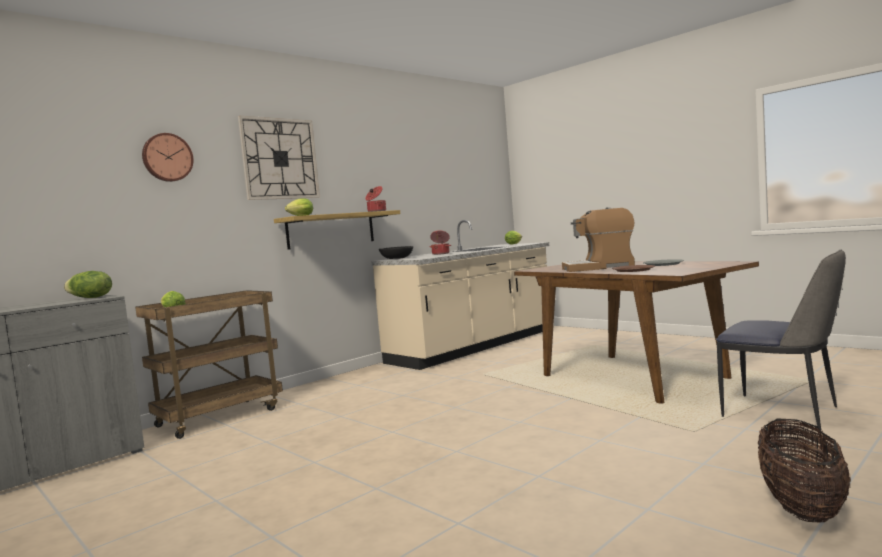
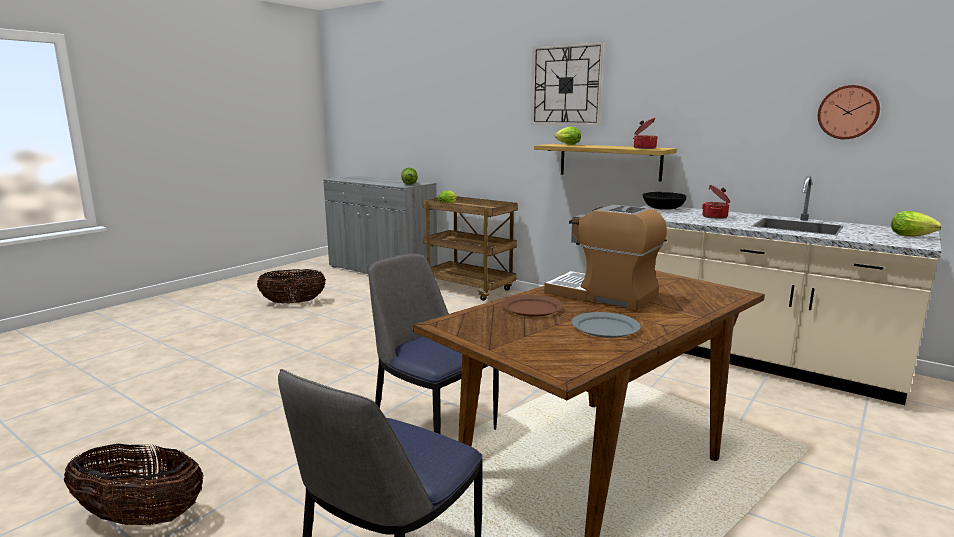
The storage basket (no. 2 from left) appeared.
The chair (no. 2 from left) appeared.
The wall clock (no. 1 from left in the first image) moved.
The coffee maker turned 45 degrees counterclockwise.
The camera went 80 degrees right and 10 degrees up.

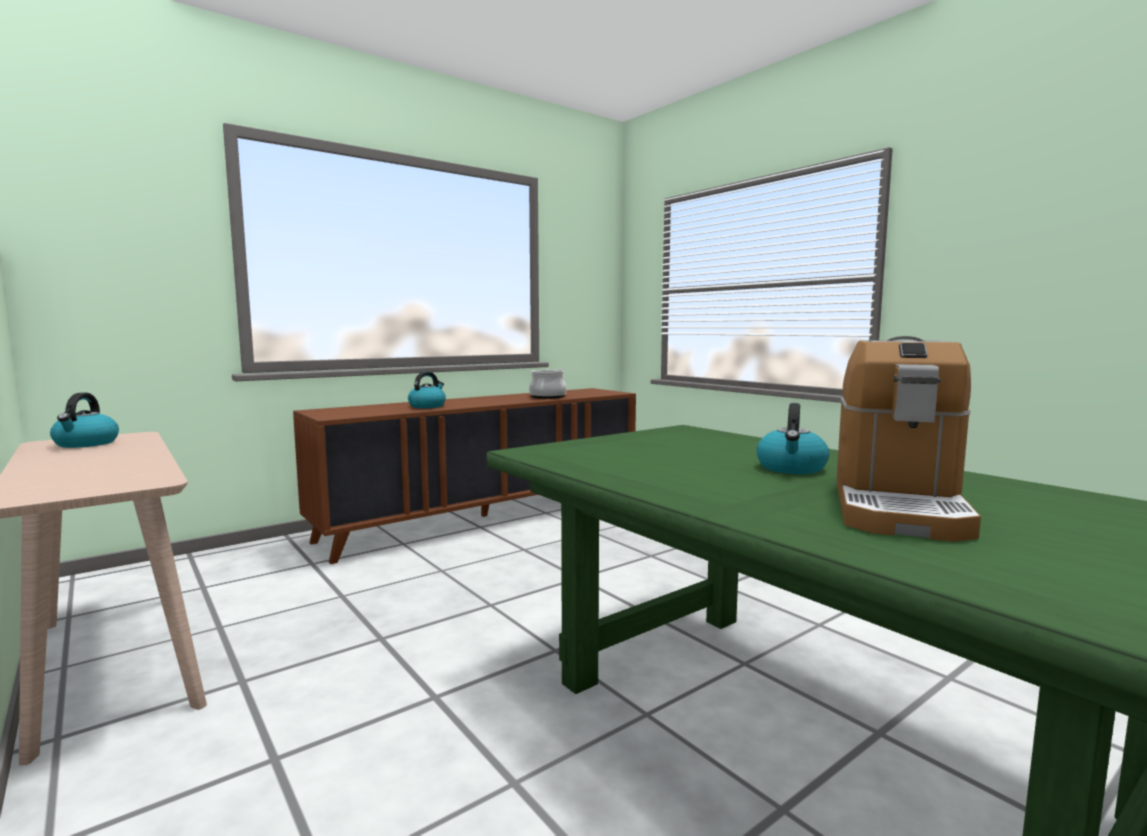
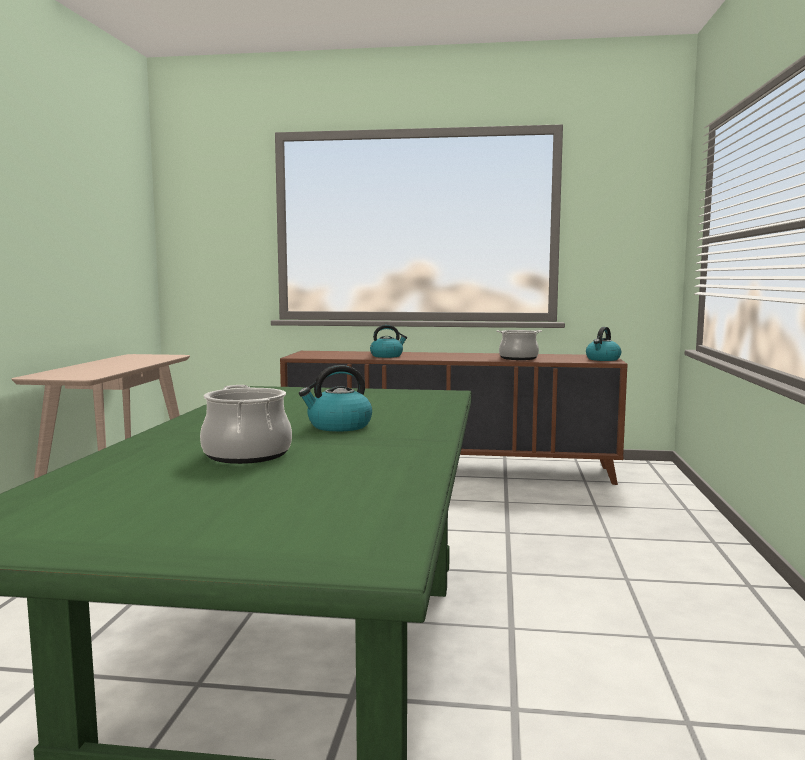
The water kettle (no. 1 from left in the first image) moved.
The coffee maker was replaced by the cooking pot (no. 1 from left).
The camera went 45 degrees right and 0 degrees up.

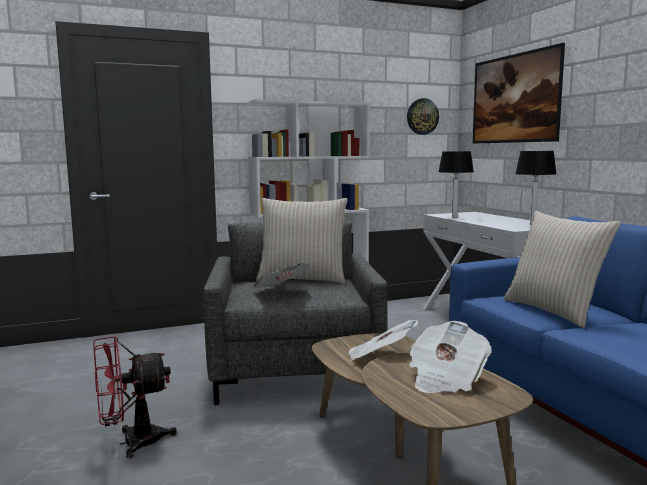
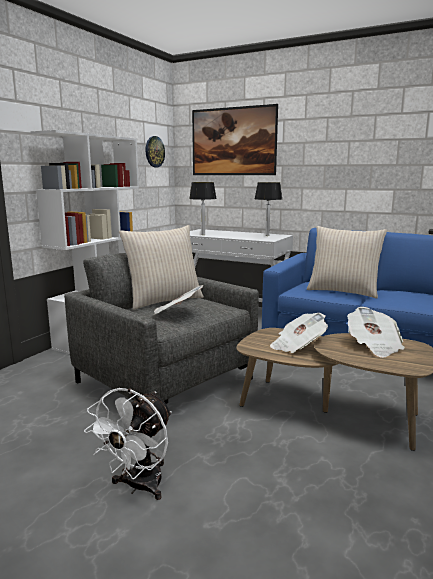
The red-coloured cooling fan became the whitish cooling fan.
The camera went 40 degrees left and 5 degrees up.

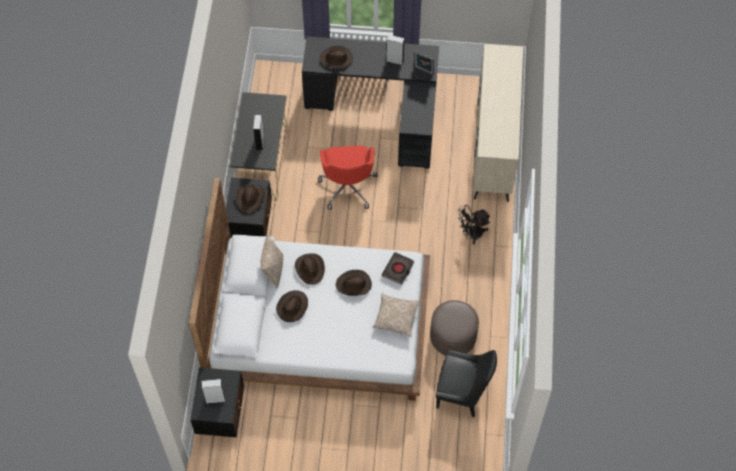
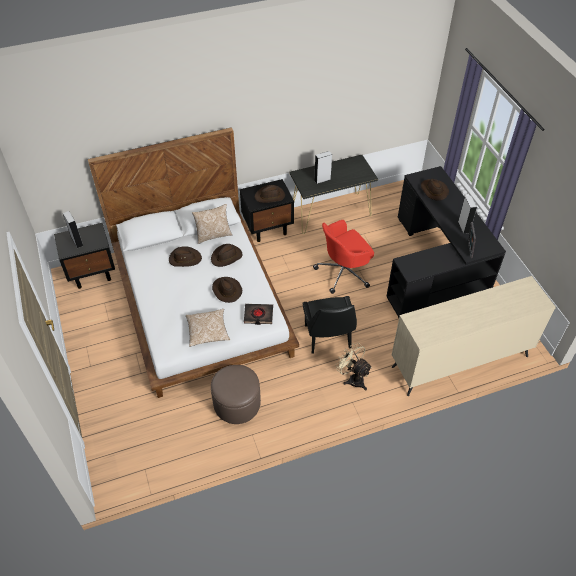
The blackish chair moved.
The blackish cooling fan became the sand-coloured cooling fan.
The camera went 65 degrees right and 10 degrees down.

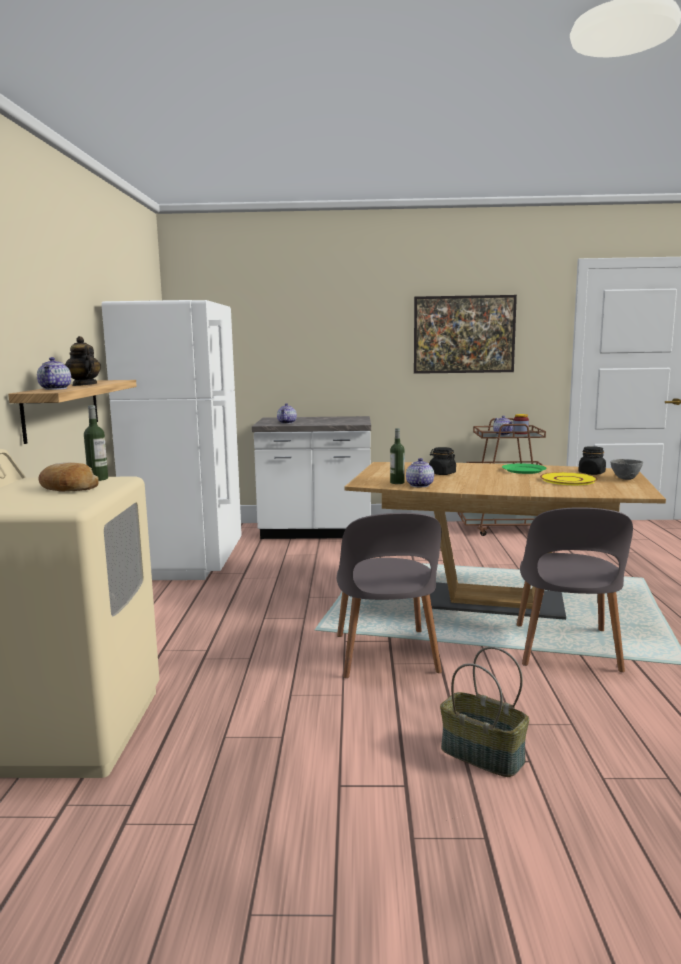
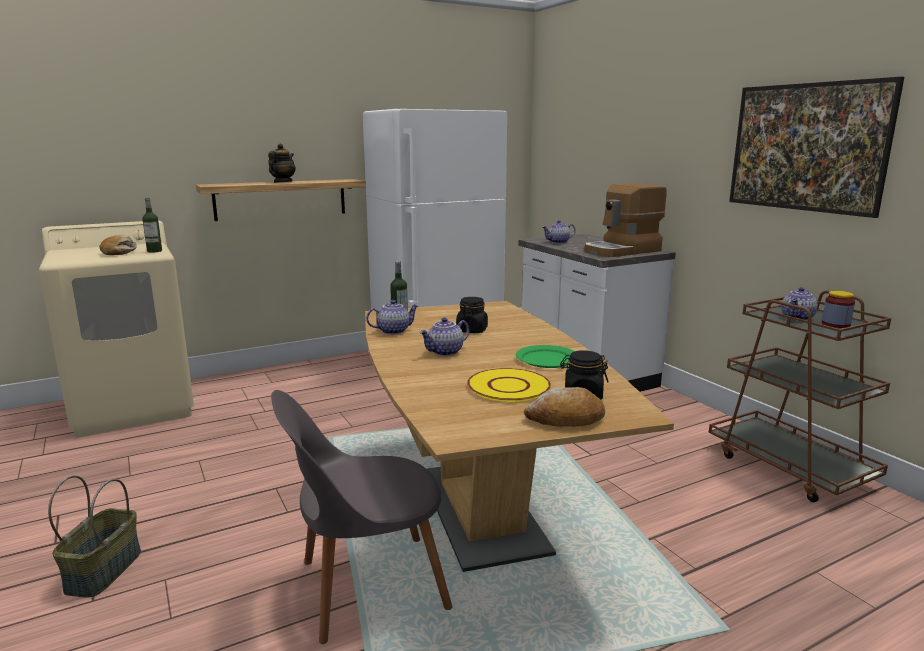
The grey chair (no. 1 from left) disappeared.
The coffee maker appeared.
The teapot (no. 1 from left in the first image) moved.
The grey serving bowl was replaced by the bakery bread (no. 2 from left).
The camera went 60 degrees right and 5 degrees up.

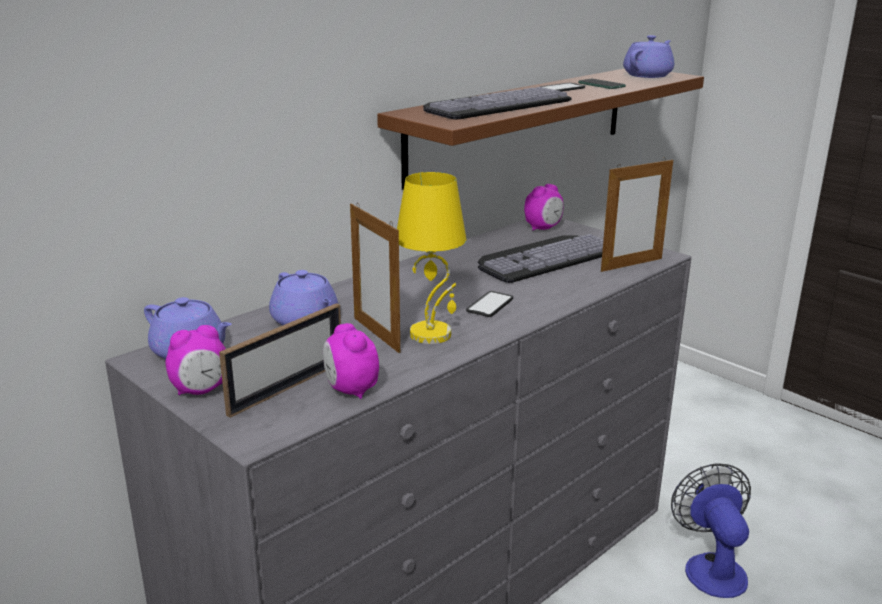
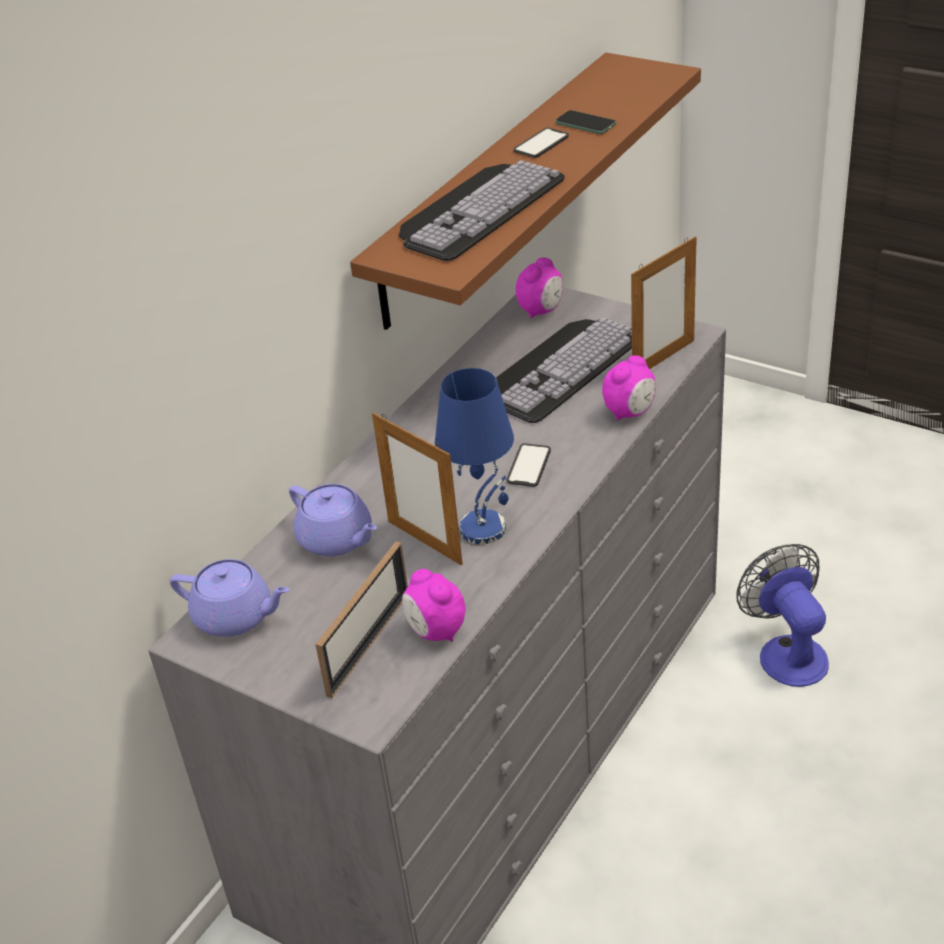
The purple teapot (no. 3 from left) disappeared.
The table clock (no. 1 from left in the first image) moved.
The yellowish lamp for a table became the blue lamp for a table.
The camera went 10 degrees left and 15 degrees up.

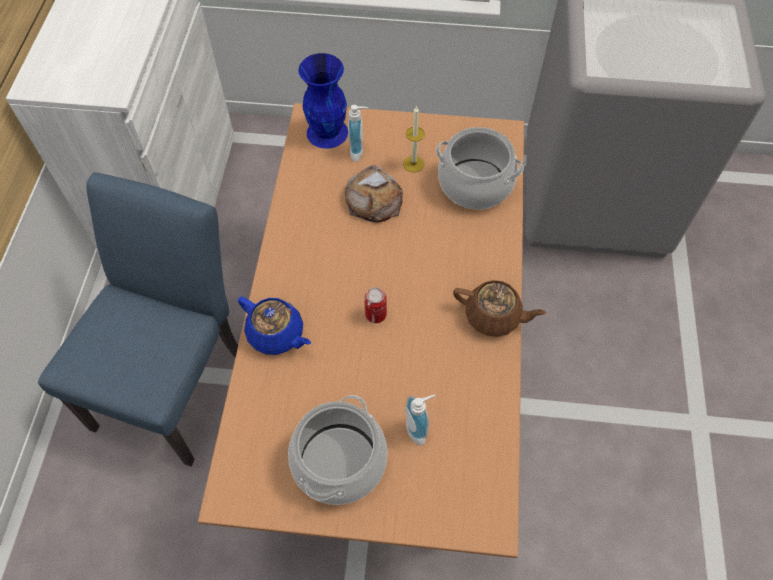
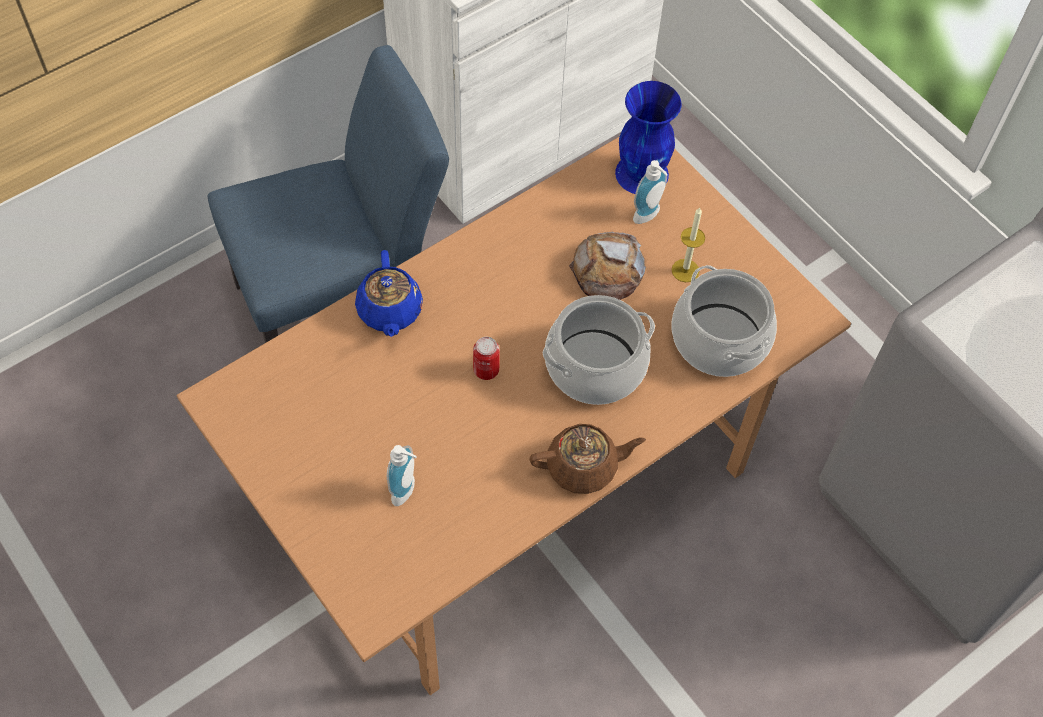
The cooking pot (no. 1 from left) moved.
The brownish teapot turned 75 degrees counterclockwise.
The camera went 45 degrees right and 0 degrees up.

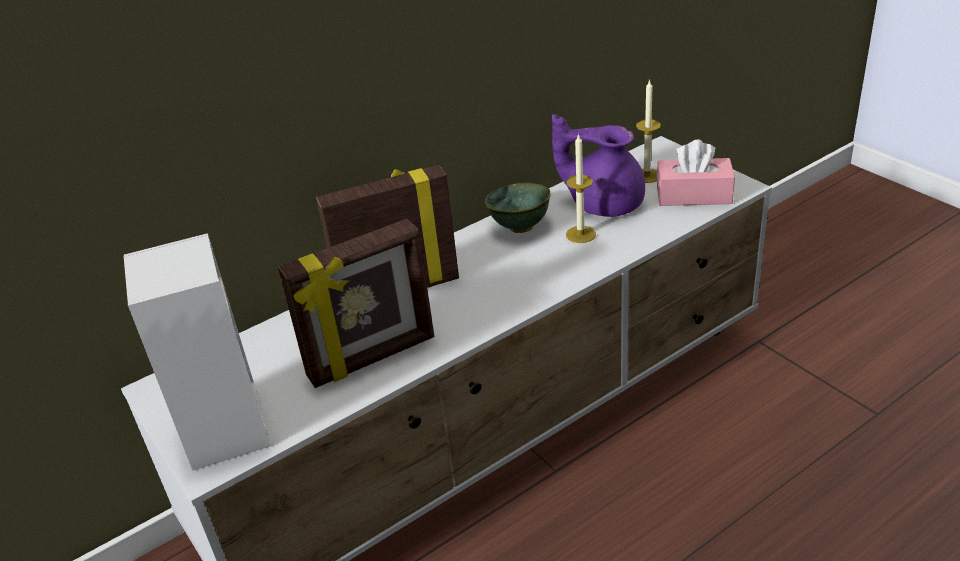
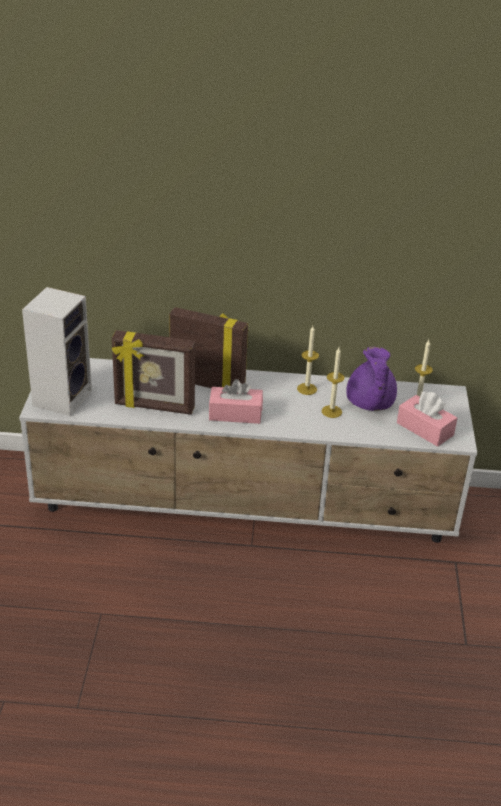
The pink box of tissues (no. 1 from left) appeared.
The green-coloured serving bowl was replaced by the wax light (no. 1 from left).
The purple teapot turned 150 degrees counterclockwise.
The camera went 35 degrees right and 0 degrees up.

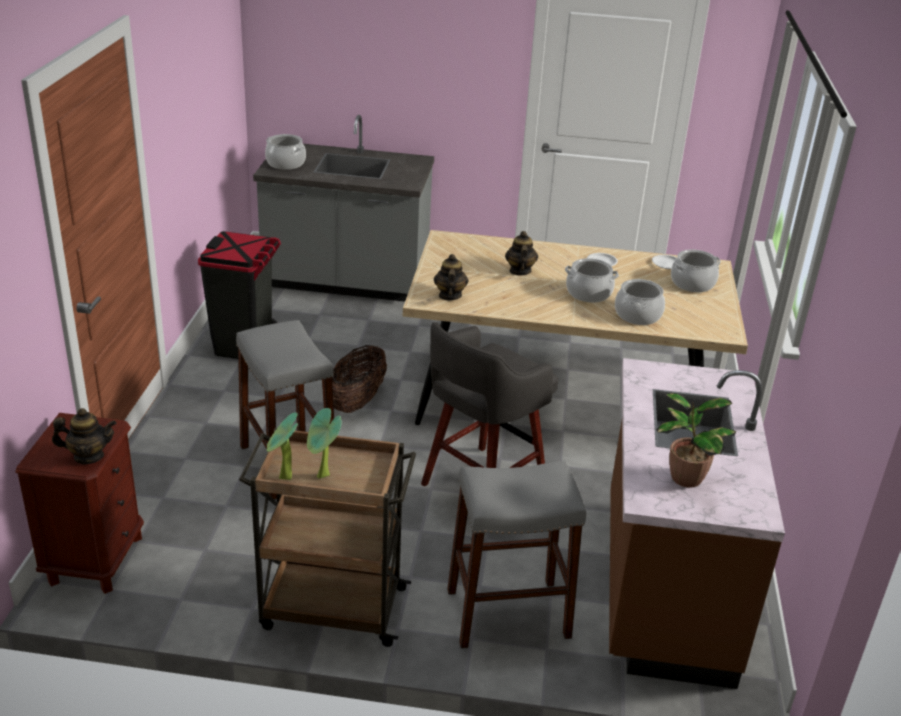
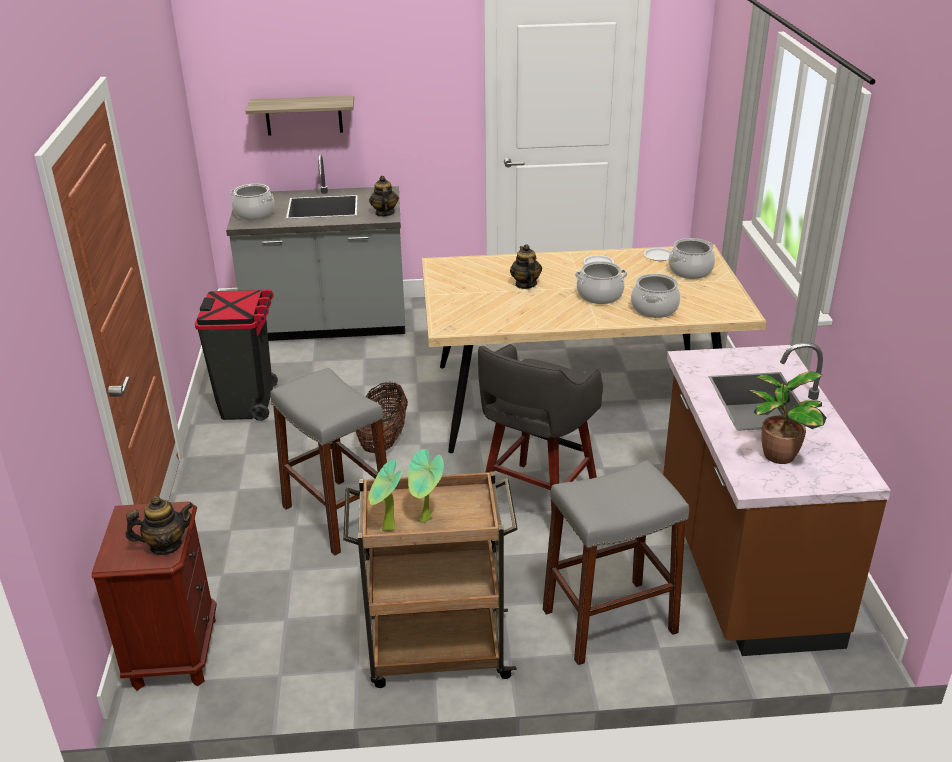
The shelf appeared.
The teapot (no. 2 from left) moved.
The camera went 10 degrees left and 0 degrees up.

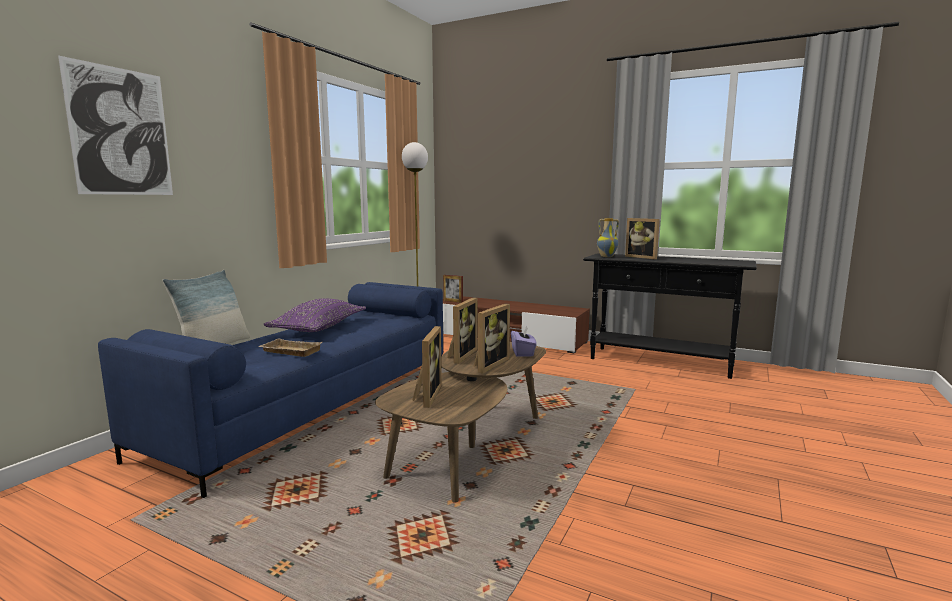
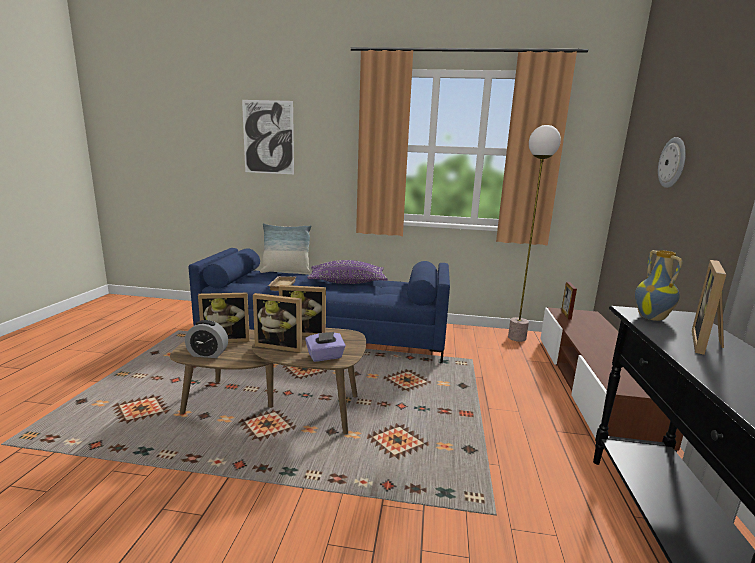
The table clock appeared.
The wall clock appeared.
The camera went 70 degrees right and 5 degrees up.

